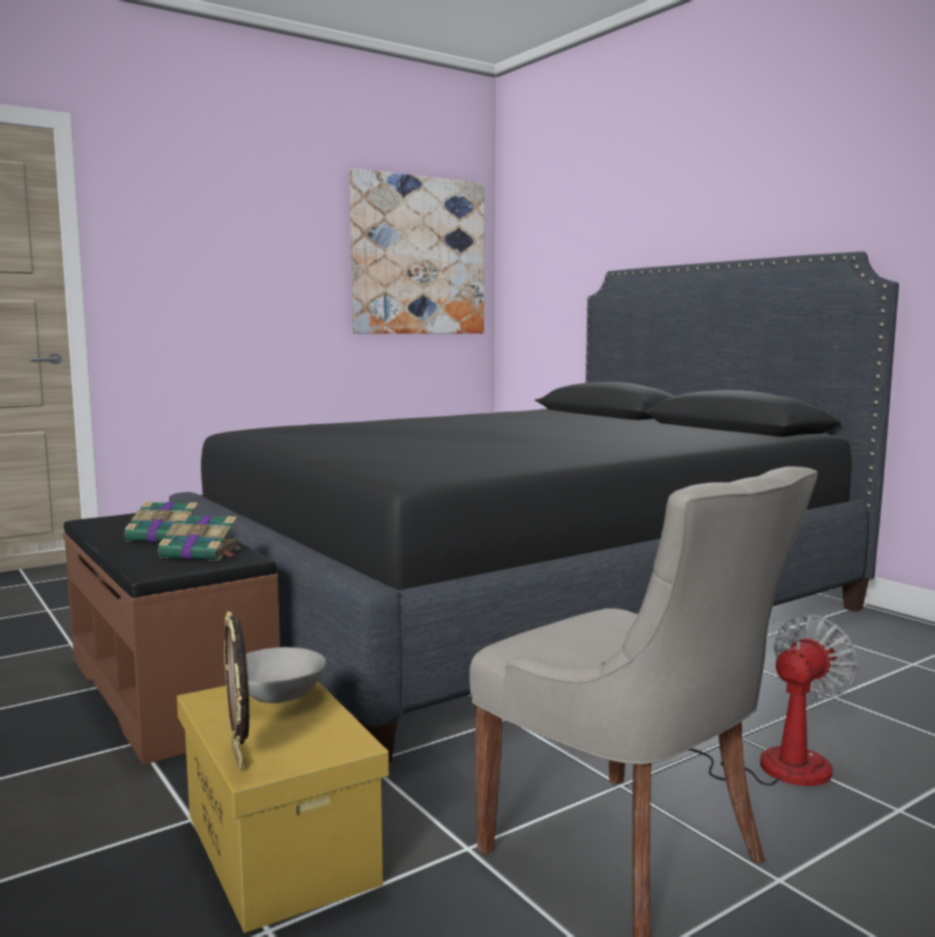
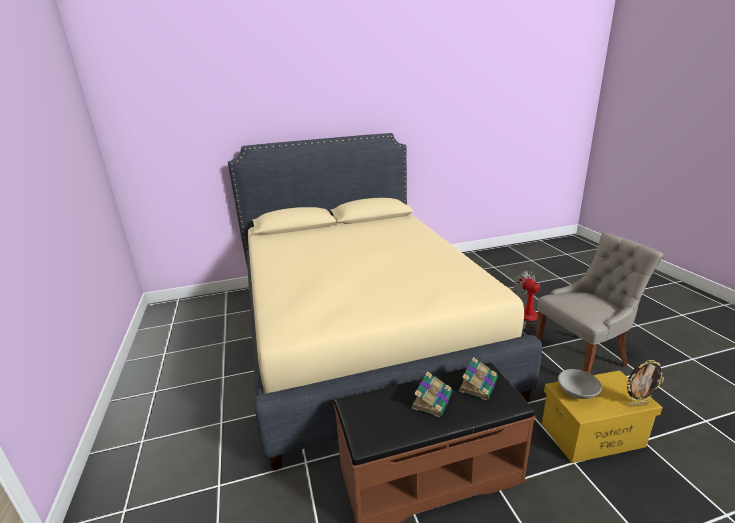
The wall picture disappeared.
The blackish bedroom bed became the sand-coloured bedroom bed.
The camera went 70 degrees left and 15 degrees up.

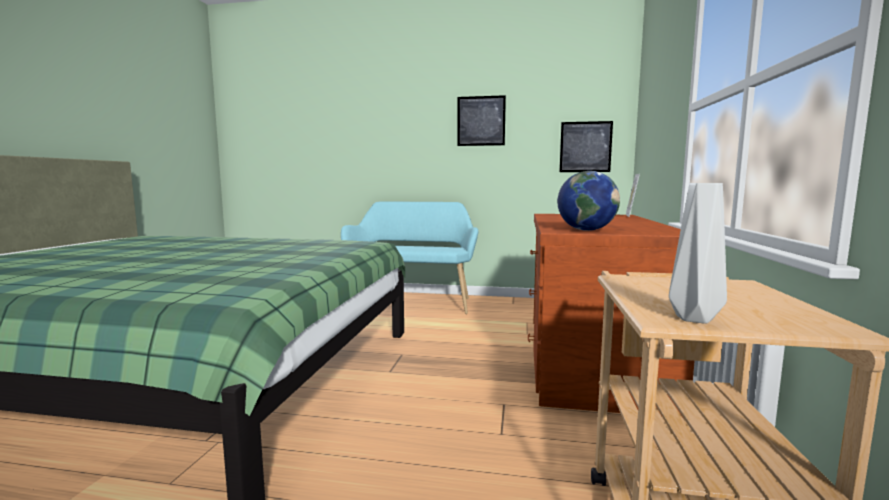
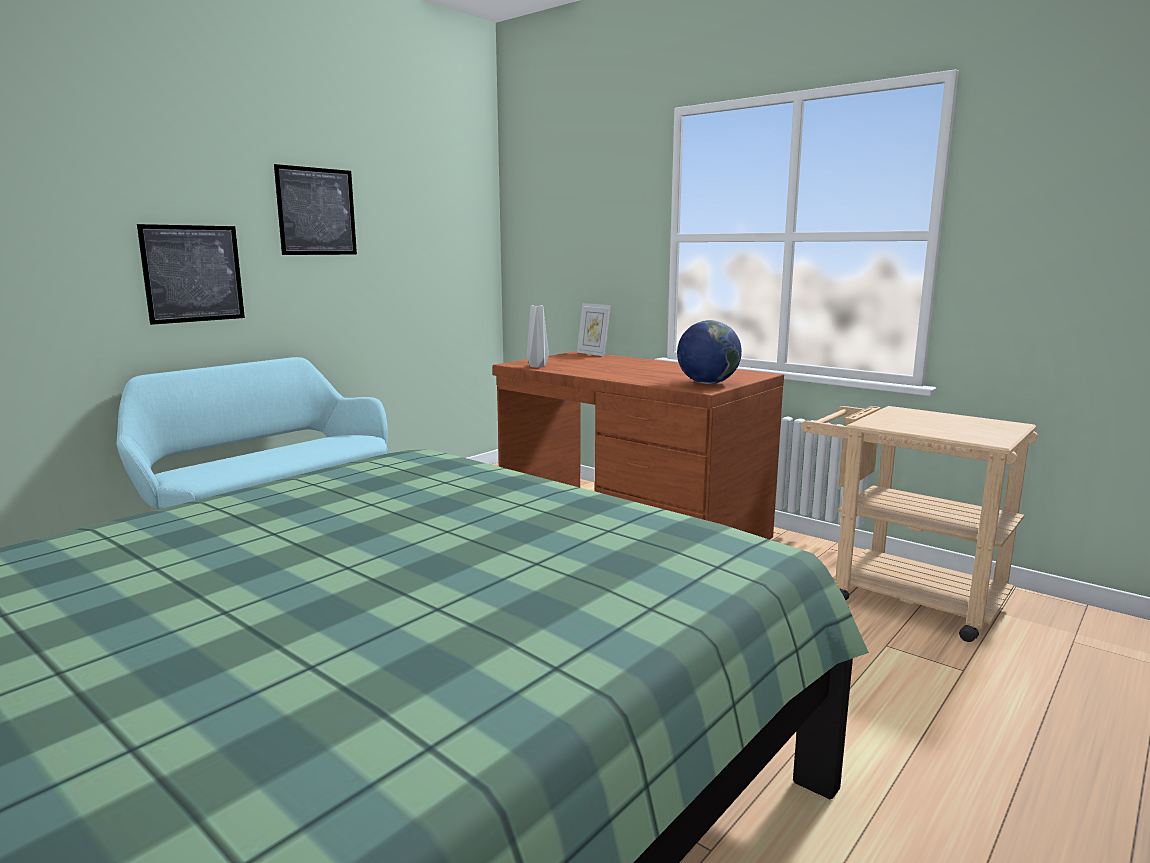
The wall picture (no. 2 from left in the first image) moved.
The grey vase moved.
The camera went 60 degrees left and 5 degrees up.

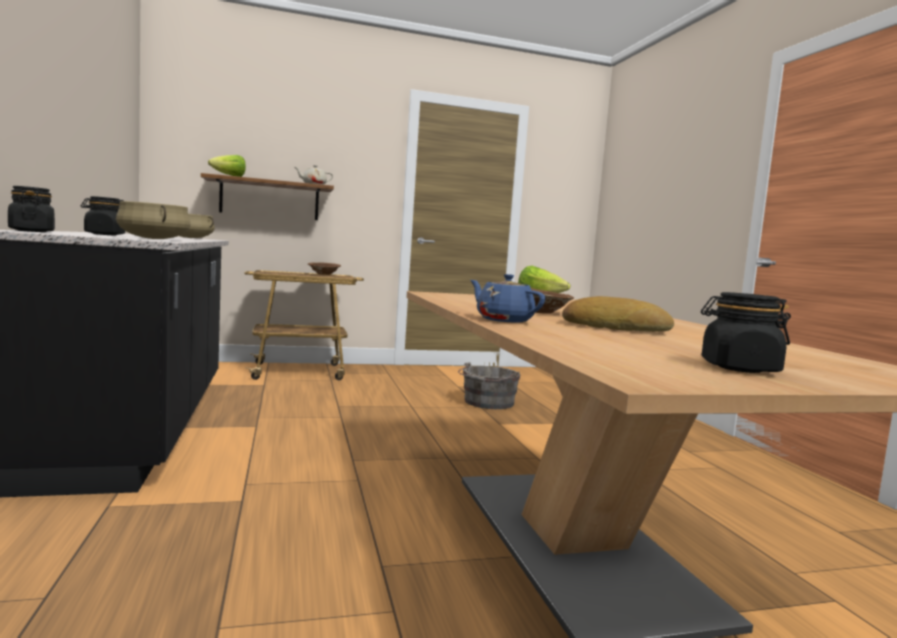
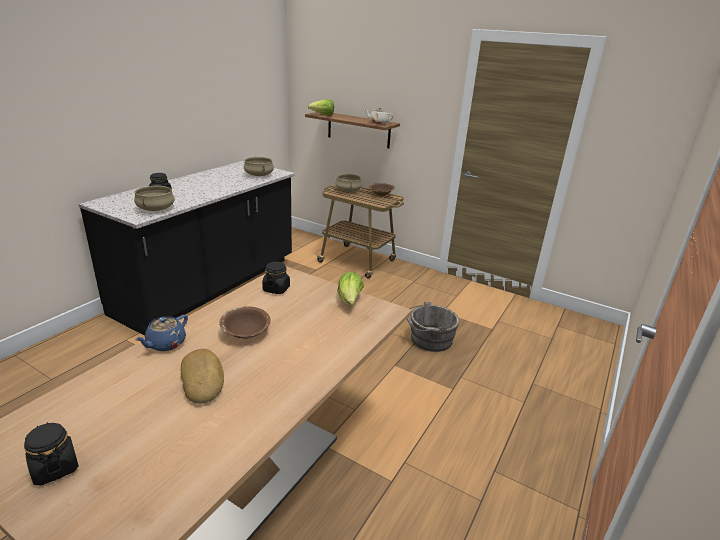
The sand-coloured cooking pot (no. 3 from left) appeared.
The blackish preserve jar (no. 1 from left in the first image) moved.
The blue teapot turned 150 degrees counterclockwise.
The camera went 45 degrees right and 20 degrees up.

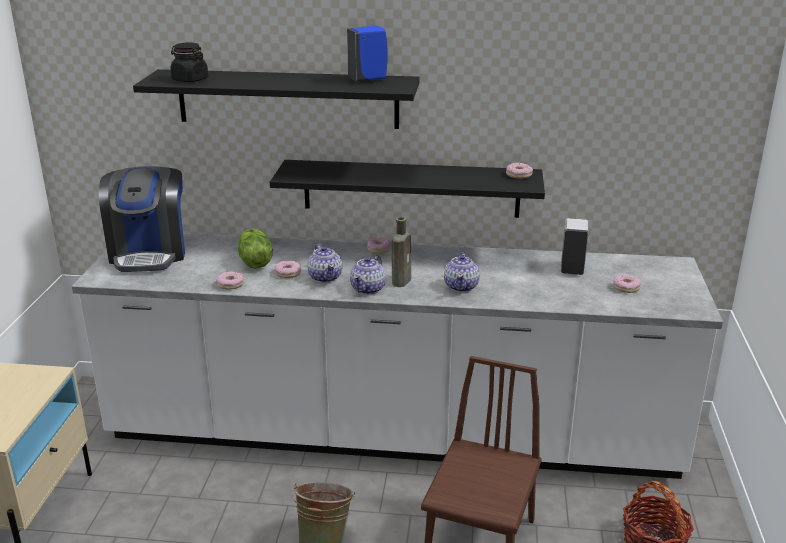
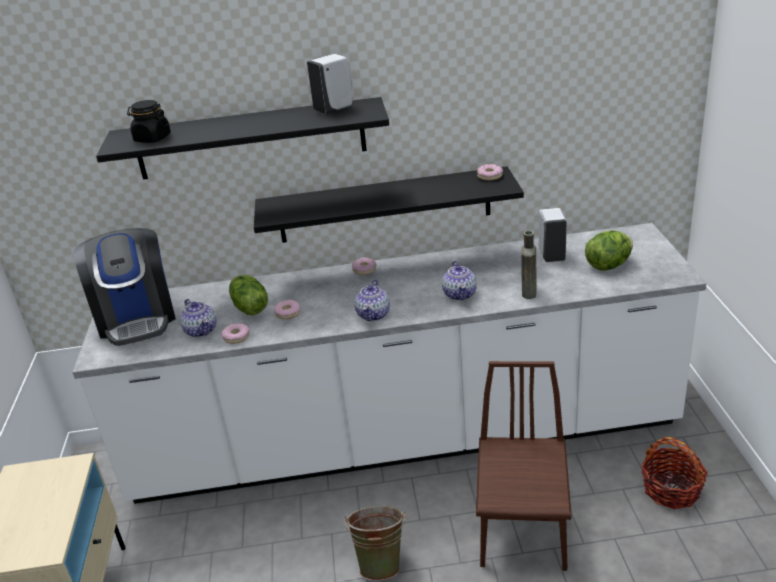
The teapot (no. 1 from left) moved.
The brownish beverage bottle moved.
The donut (no. 5 from left) was replaced by the lettuce head (no. 2 from left).
The blue soap dispenser became the whitish soap dispenser (no. 1 from left).
The camera went 10 degrees left and 5 degrees up.

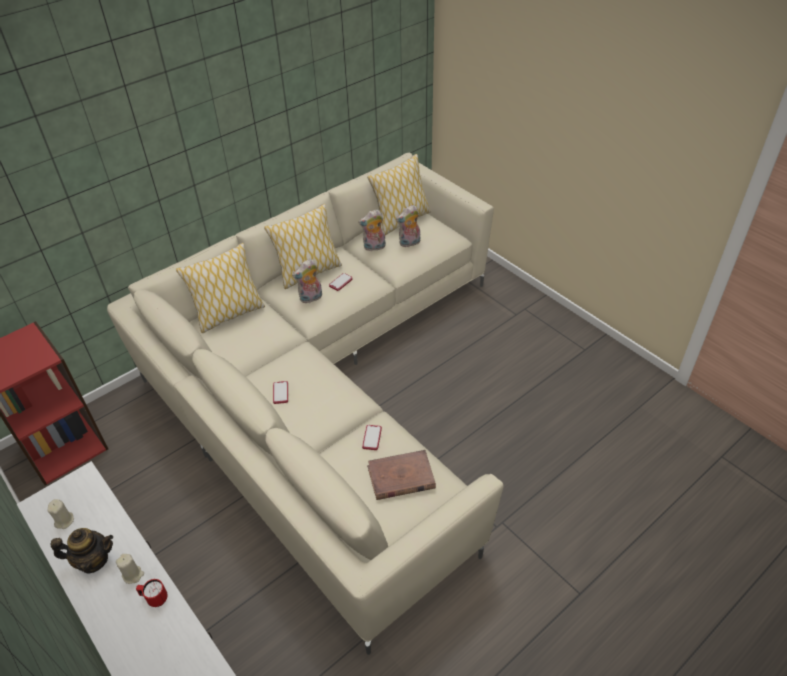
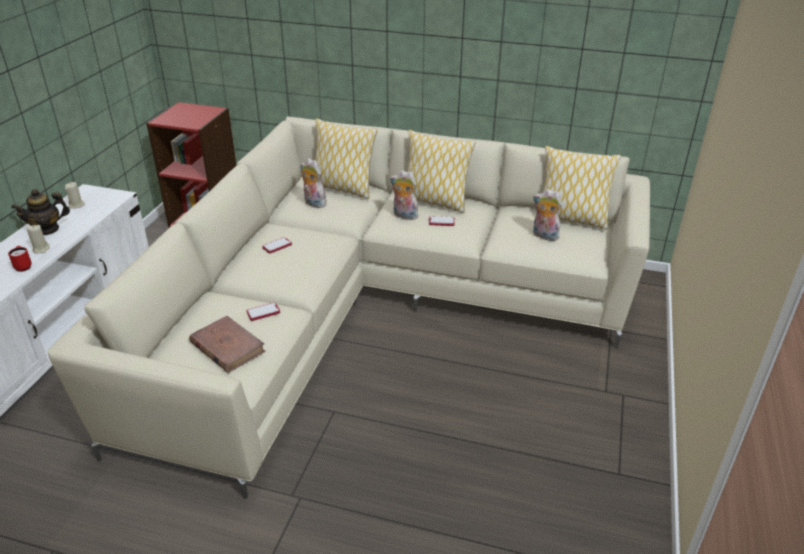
The soft toy (no. 2 from left in the first image) moved.
The teapot turned 105 degrees clockwise.
The camera went 55 degrees right and 10 degrees down.

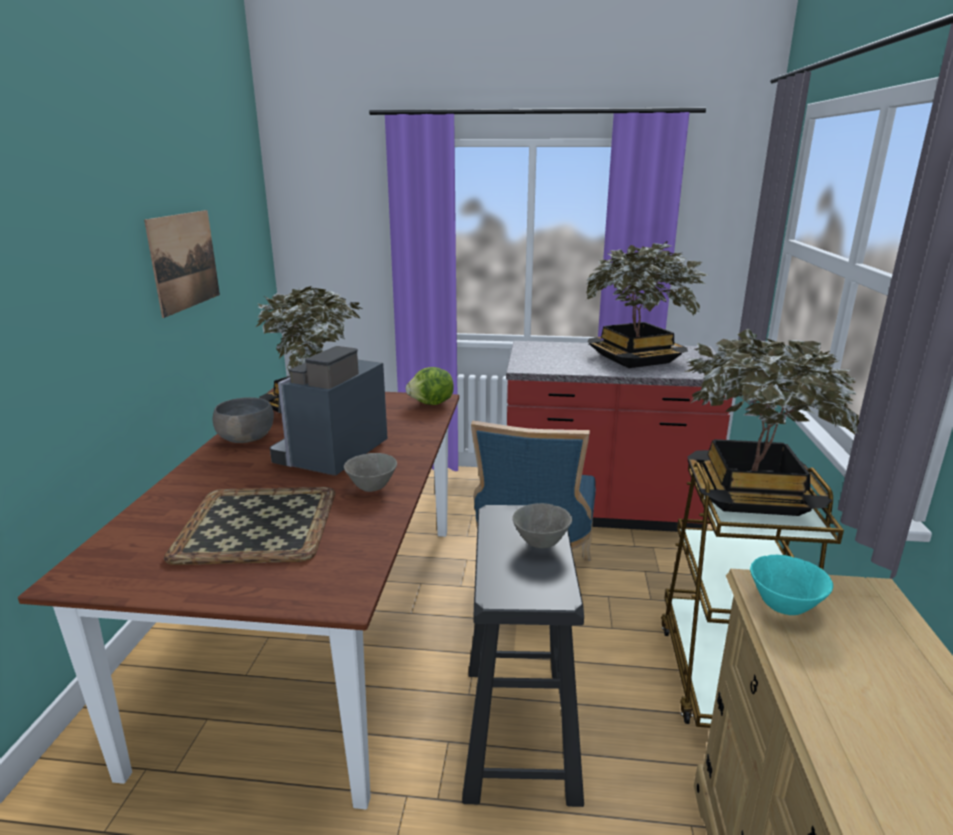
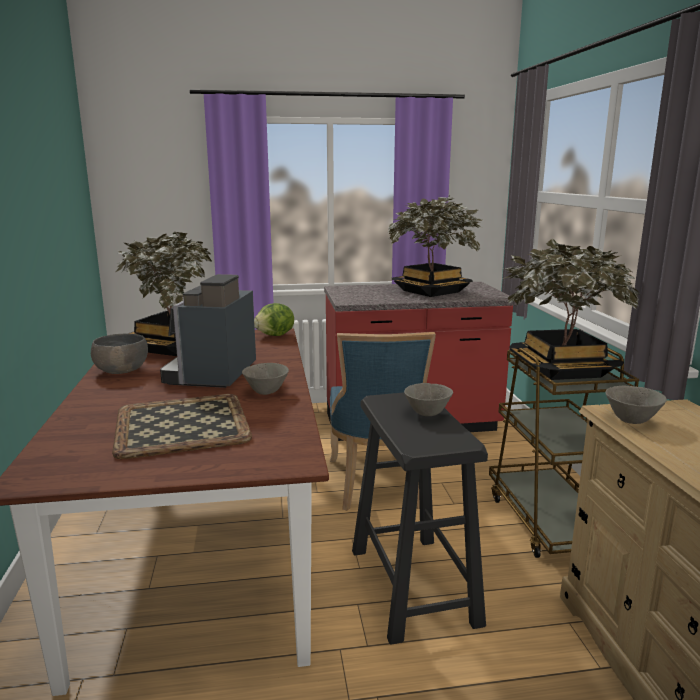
The wall picture disappeared.
The turquoise-coloured serving bowl became the grey serving bowl (no. 4 from left).
The camera went 15 degrees left and 5 degrees down.

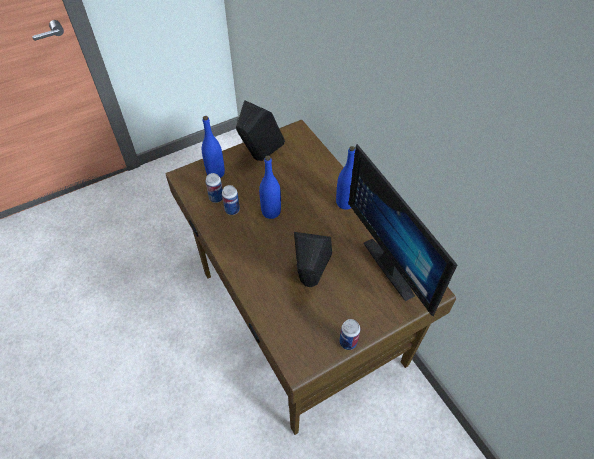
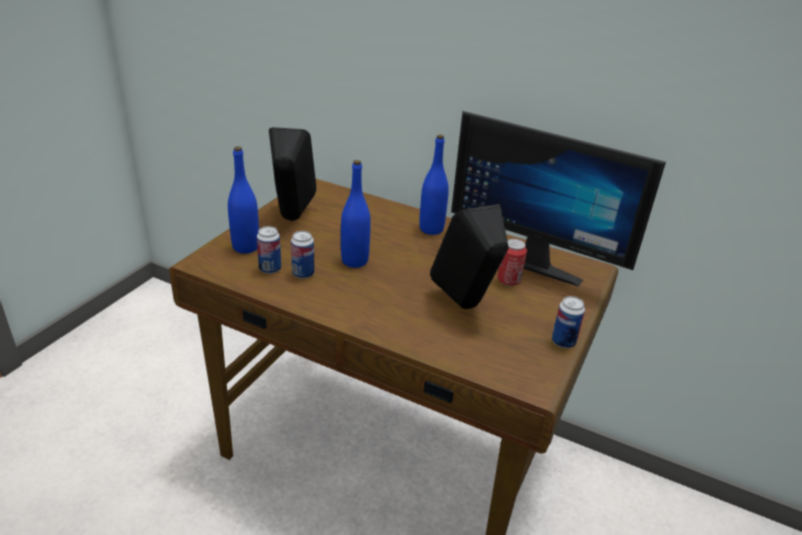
The metal can (no. 3 from left) appeared.
The camera went 35 degrees left and 20 degrees down.

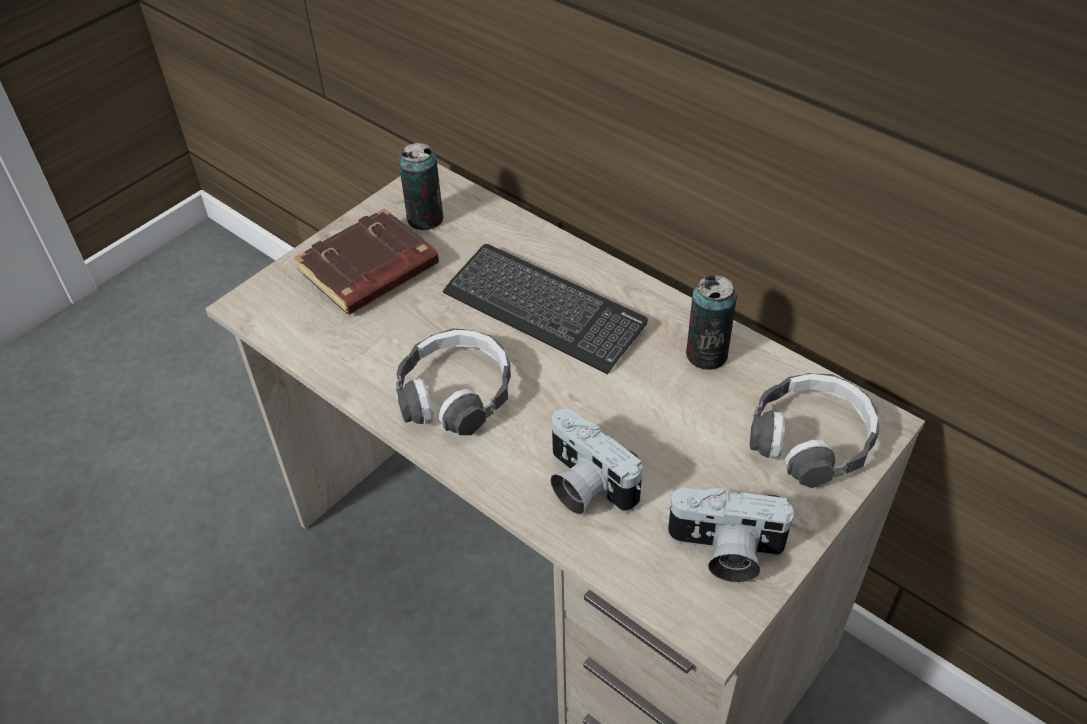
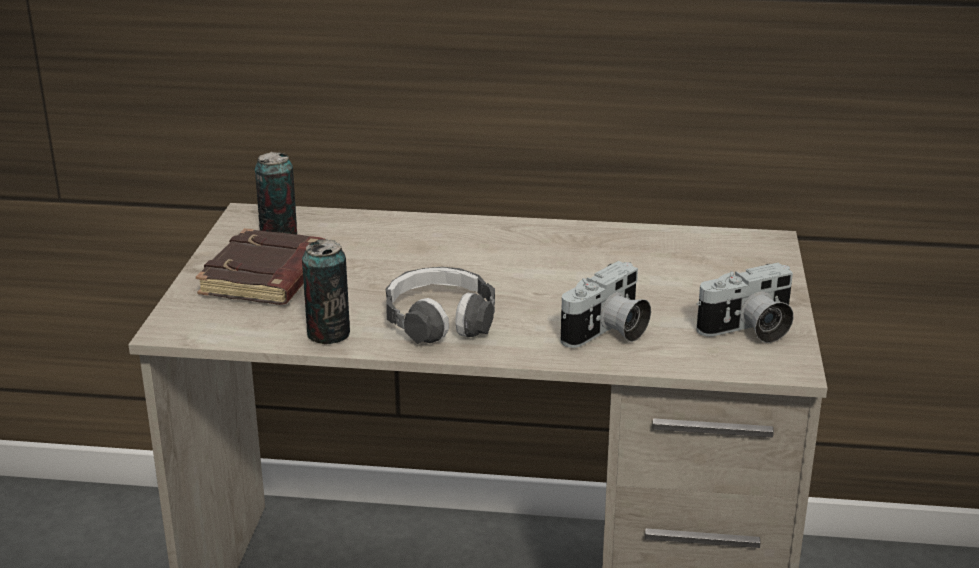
The keyboard disappeared.
The pair of headphones (no. 2 from left) disappeared.
The metal can (no. 2 from left) moved.
The still camera (no. 1 from left) turned 60 degrees counterclockwise.
The camera went 35 degrees left and 20 degrees down.

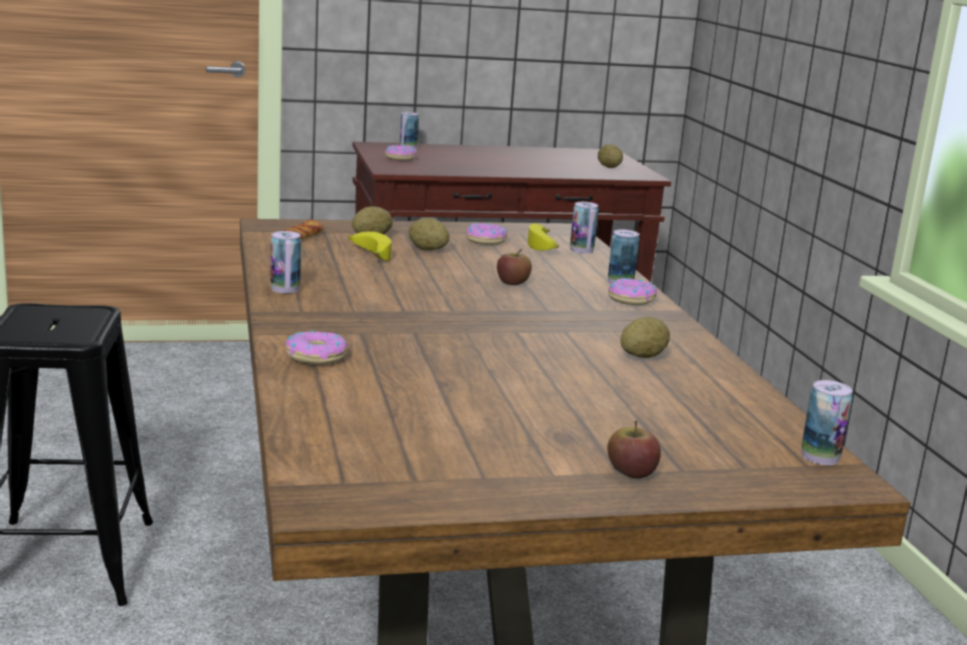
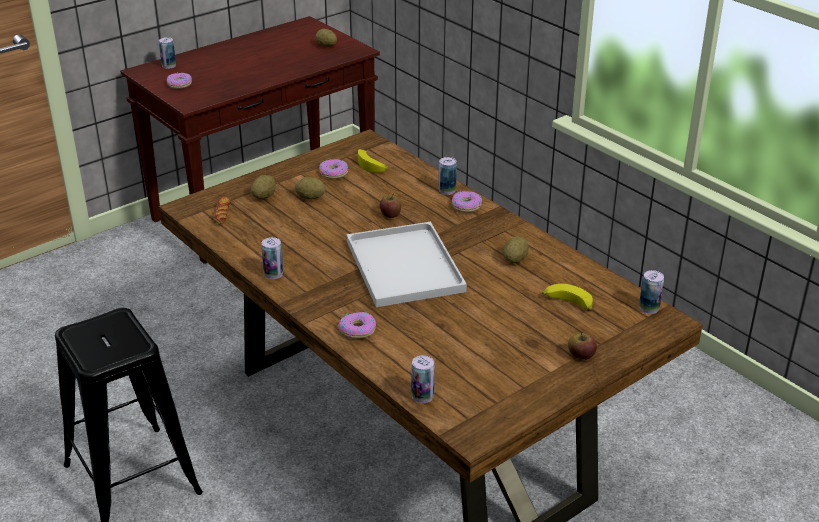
The whitish tray appeared.
The banana fruit (no. 1 from left in the first image) moved.
The metal can (no. 3 from left) moved.
The camera went 25 degrees left and 15 degrees up.

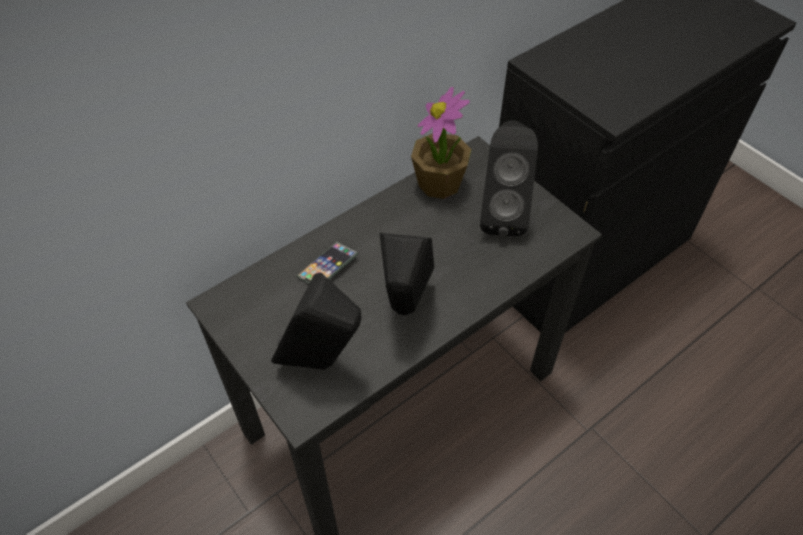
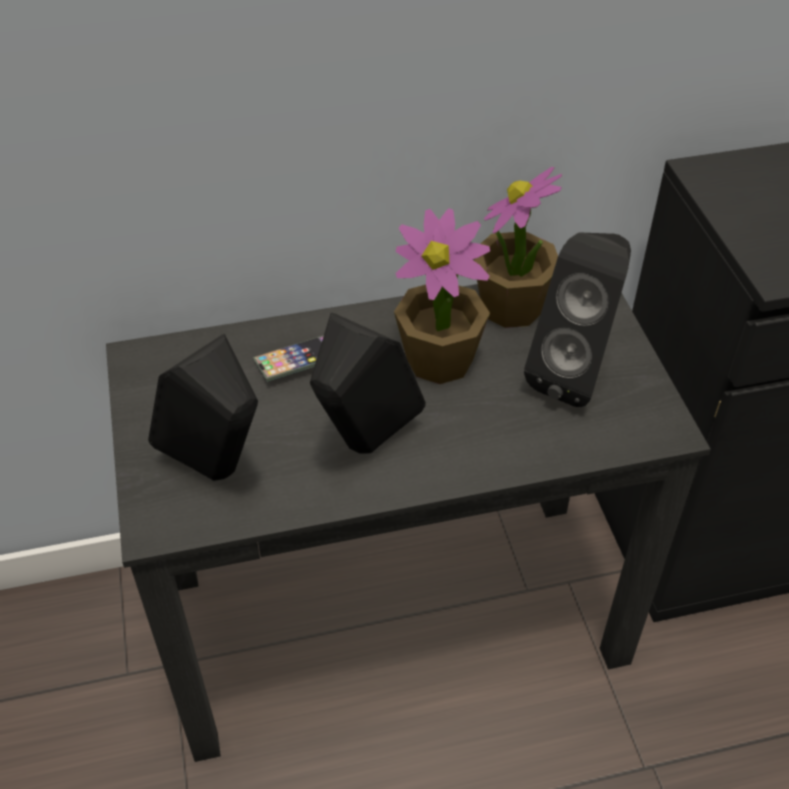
The potted plant (no. 1 from left) appeared.
The camera went 25 degrees right and 5 degrees down.

